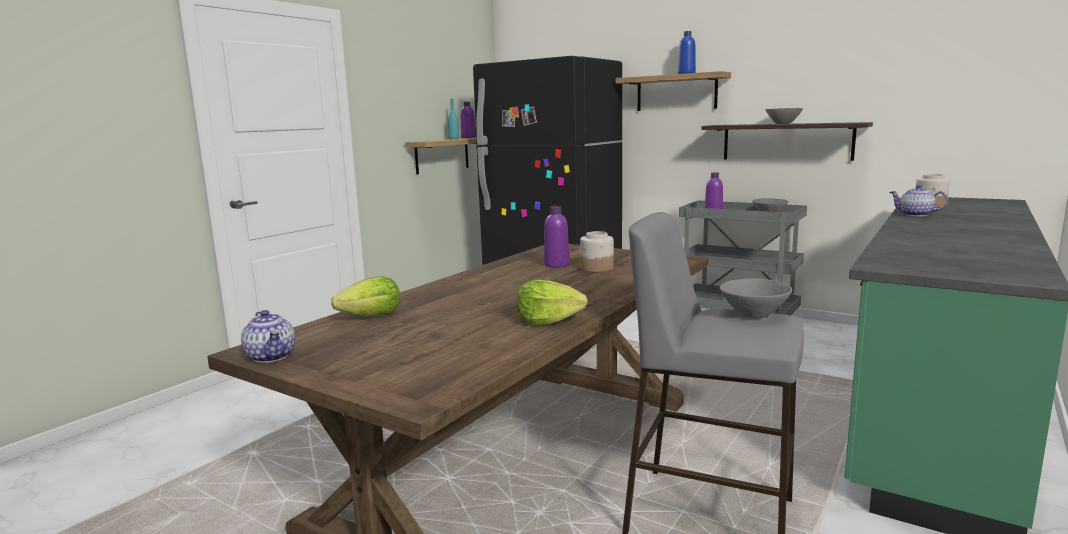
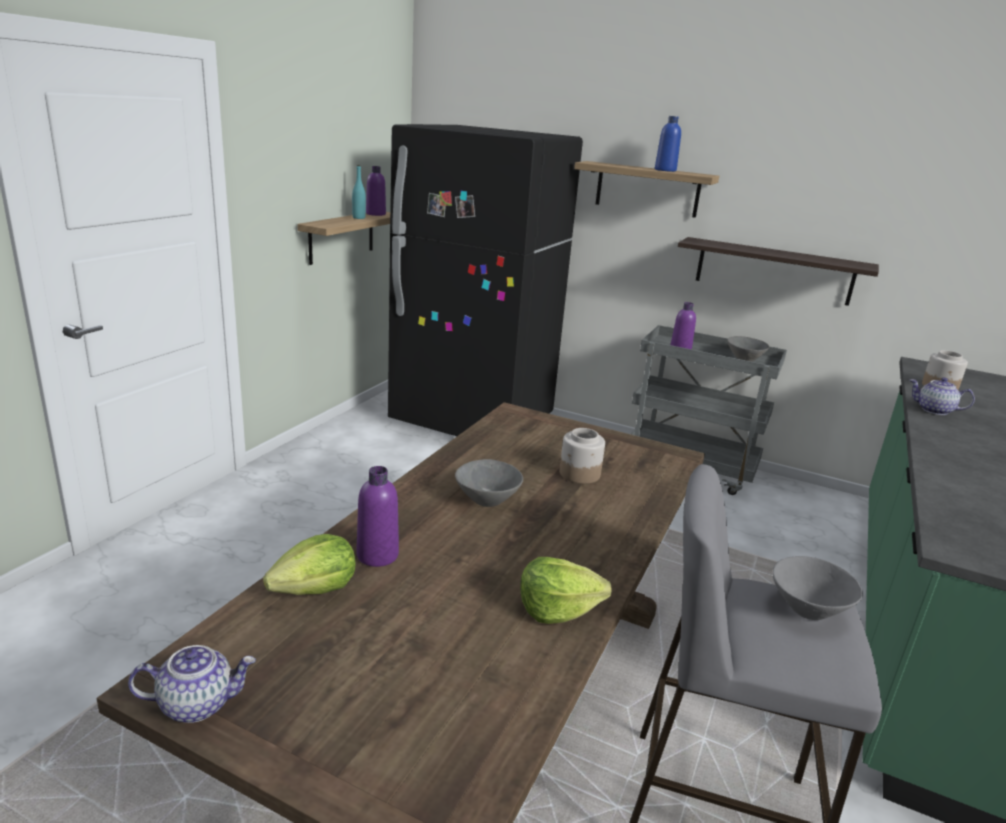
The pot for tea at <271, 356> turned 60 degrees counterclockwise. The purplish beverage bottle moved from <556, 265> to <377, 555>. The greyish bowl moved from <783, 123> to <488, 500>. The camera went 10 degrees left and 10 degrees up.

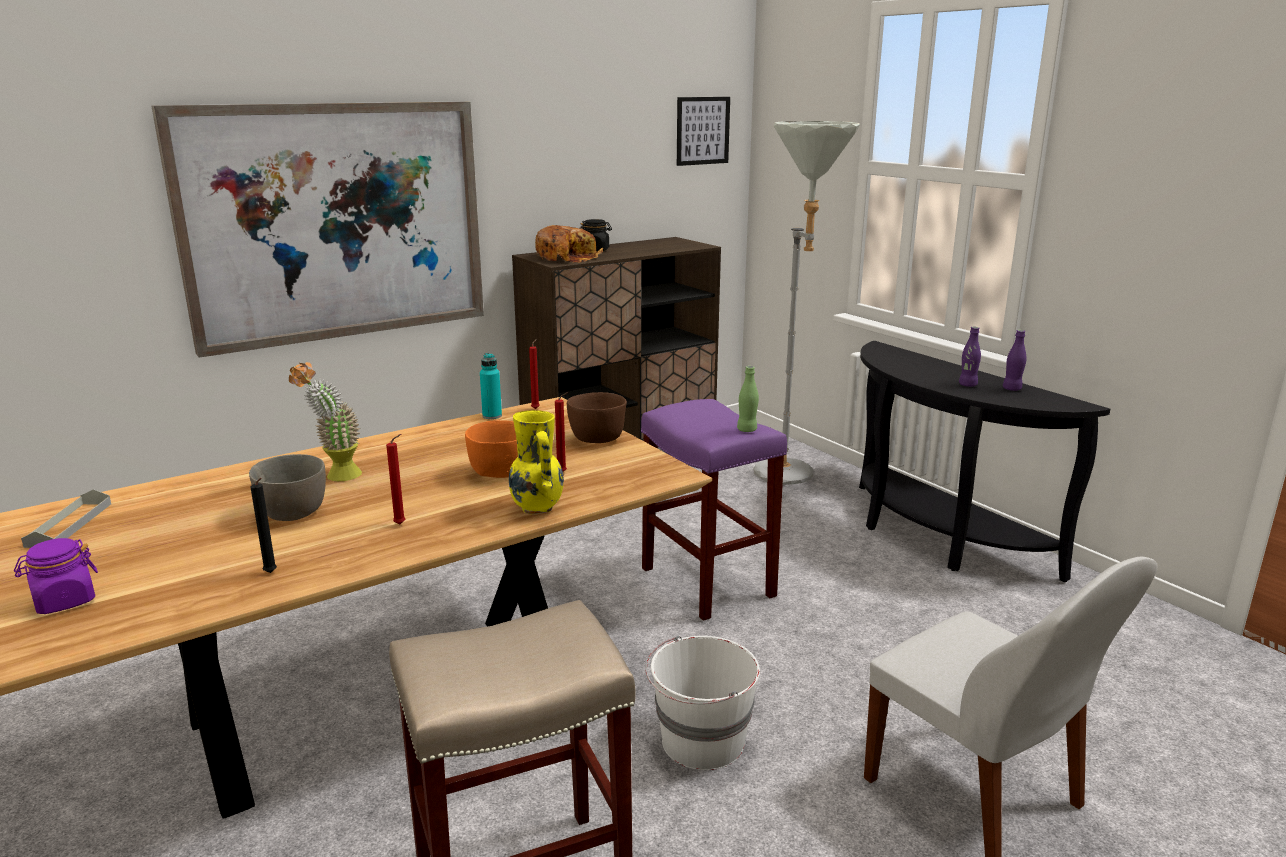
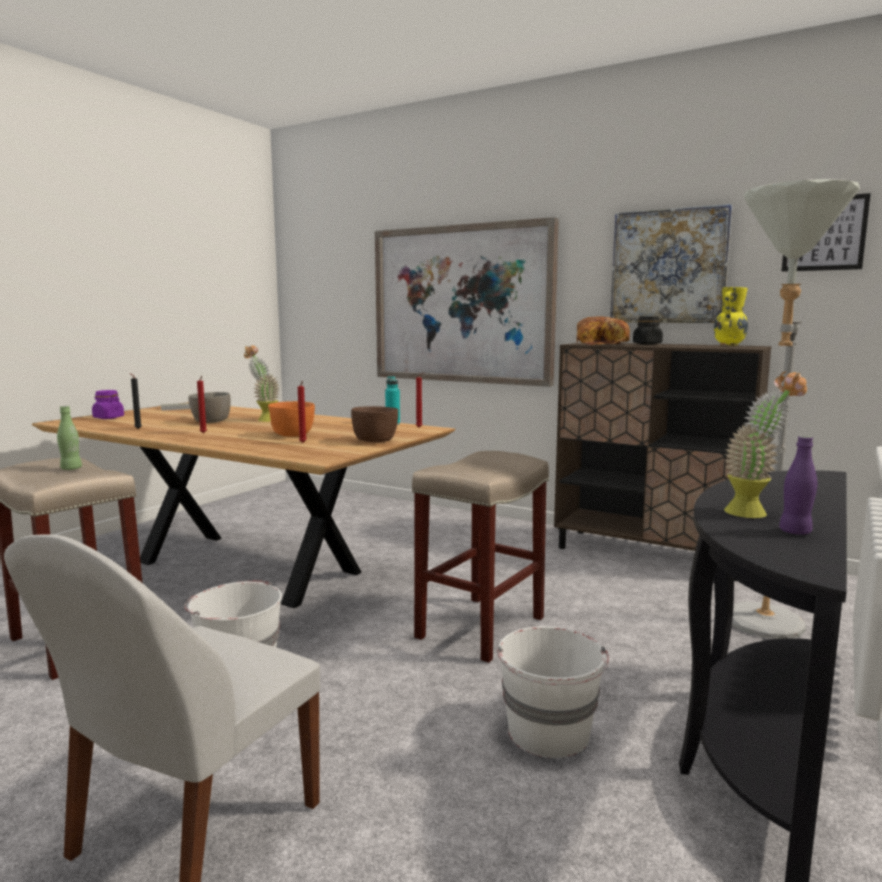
The green-coloured beverage bottle moved from <747, 430> to <71, 469>. The purplish sitting stool at <709, 583> became the sand-coloured sitting stool at <480, 628>. The whitish pail at <549, 733> appeared. The wall art at <668, 266> appeared. The yellow vase moved from <537, 508> to <729, 345>. The purplish beverage bottle at <967, 385> was replaced by the houseplant at <755, 512>. The camera went 65 degrees right and 10 degrees down.

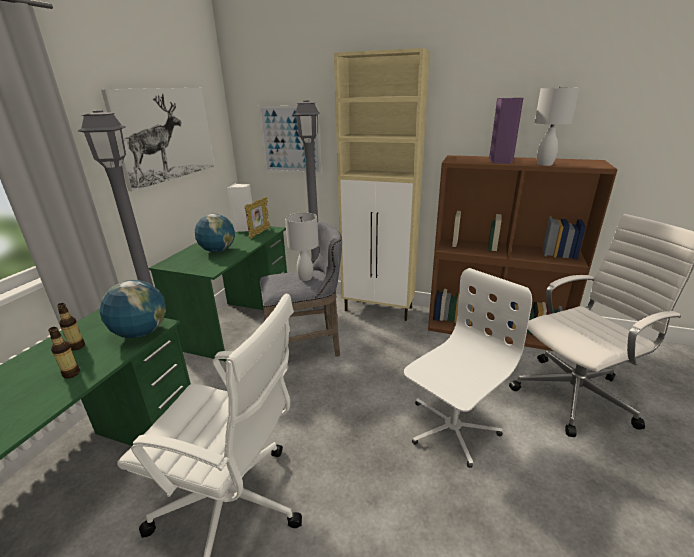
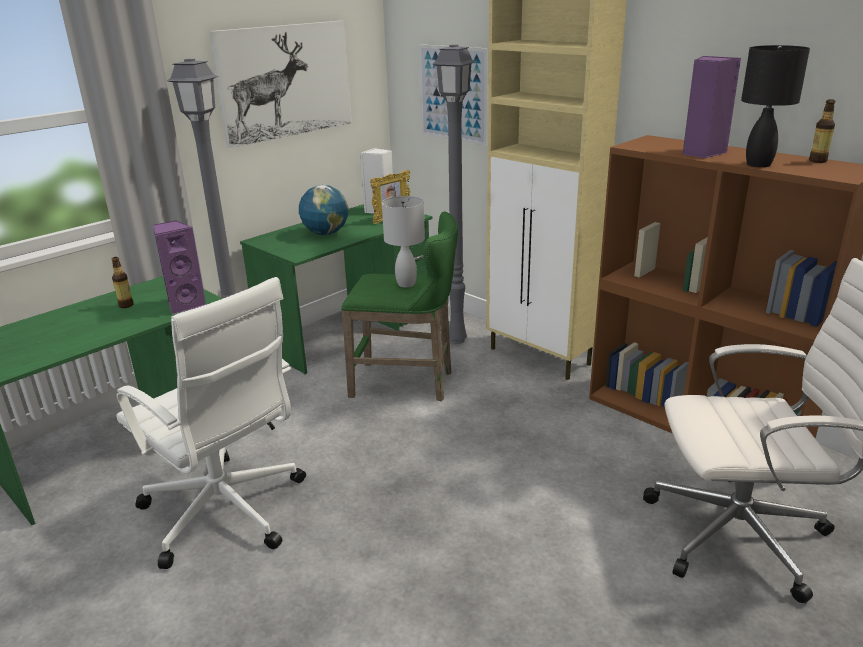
The globe at <141, 333> was replaced by the purplish speaker at <185, 305>. The greyish sitting stool at <307, 349> became the green-coloured sitting stool at <408, 383>. The whitish tabletop lamp at <544, 164> became the blackish tabletop lamp at <757, 164>. The beverage bottle moved from <71, 374> to <817, 161>. The whitish desk chair at <451, 428> disappeared. The camera went 25 degrees right and 0 degrees up.

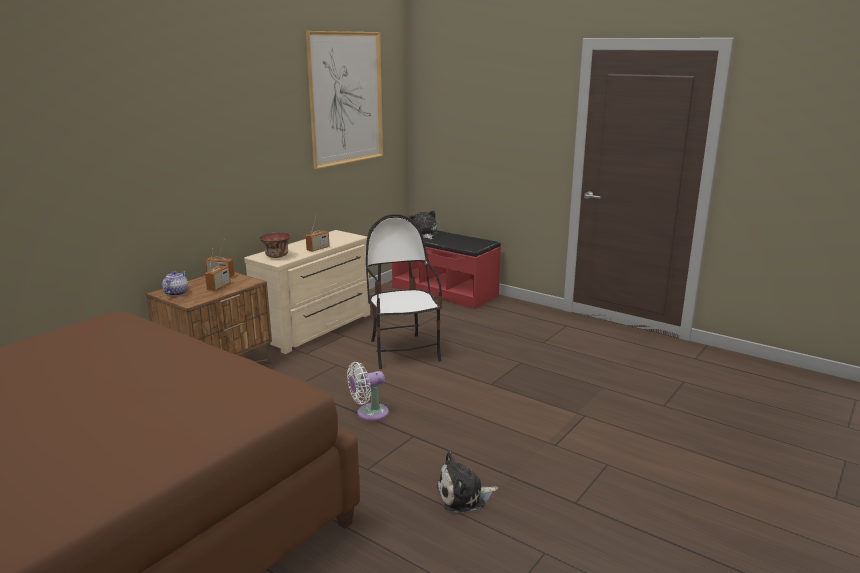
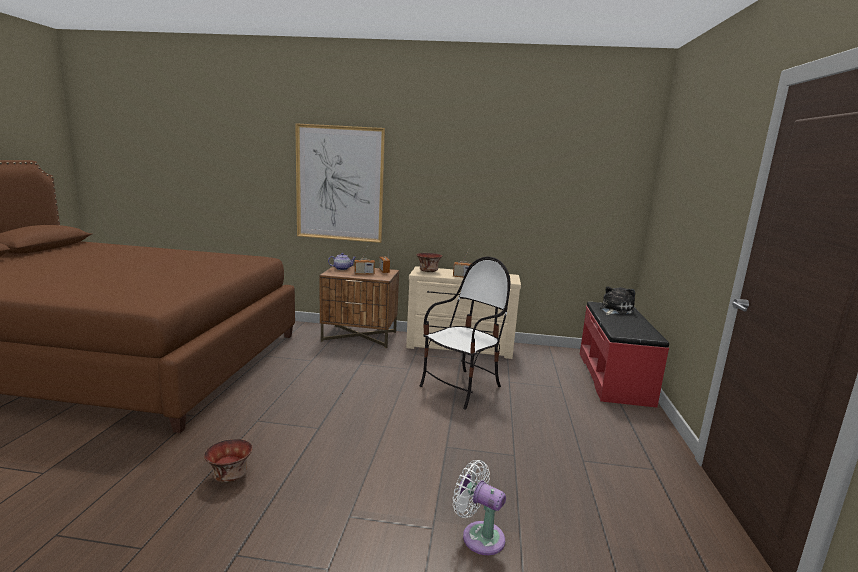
The soft toy at <464, 496> was replaced by the bowl at <229, 476>. The wall art moved from <346, 98> to <340, 184>. The whitish fan moved from <369, 413> to <479, 536>. The camera went 60 degrees right and 5 degrees down.

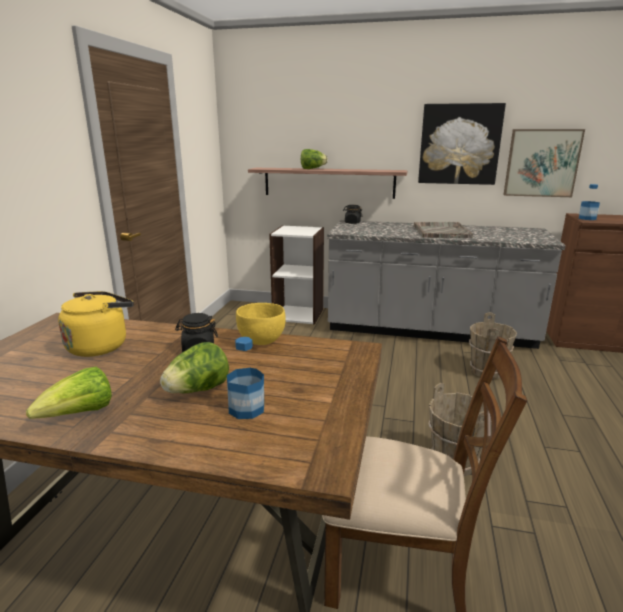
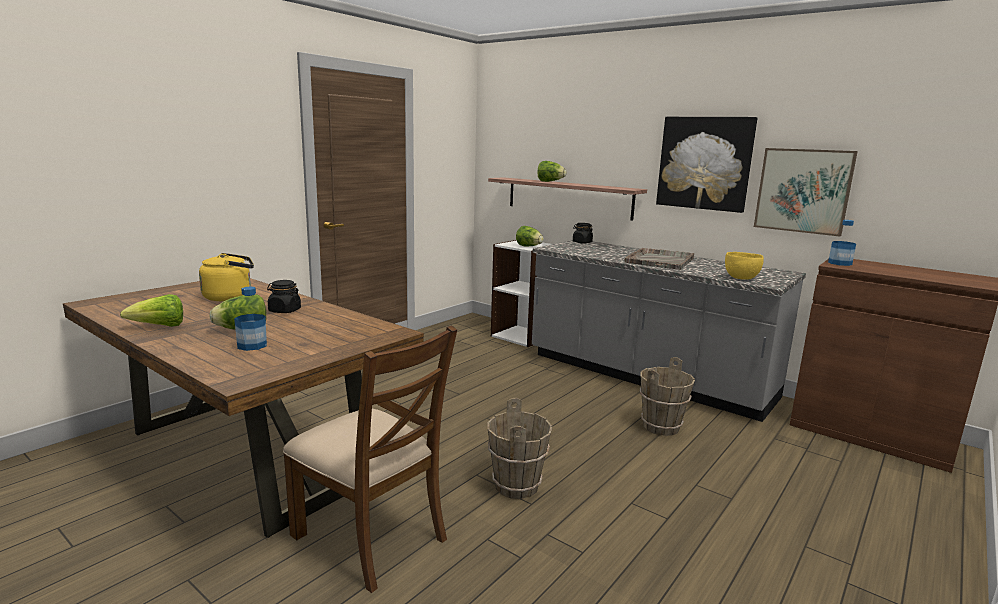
The lettuce at <529, 246> appeared. The yellow bowl moved from <262, 341> to <741, 278>. The camera went 25 degrees right and 5 degrees down.

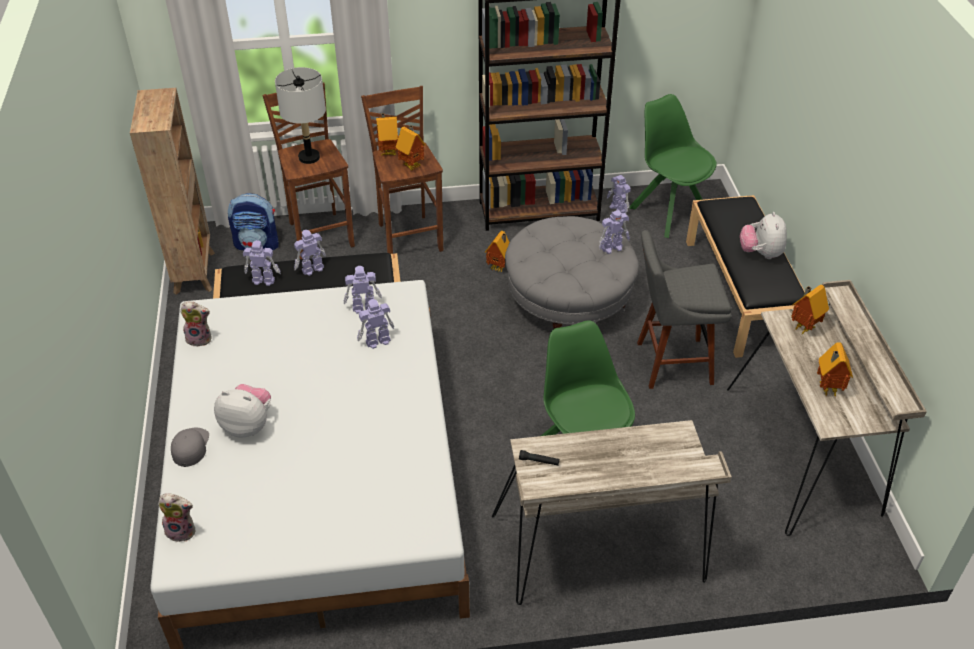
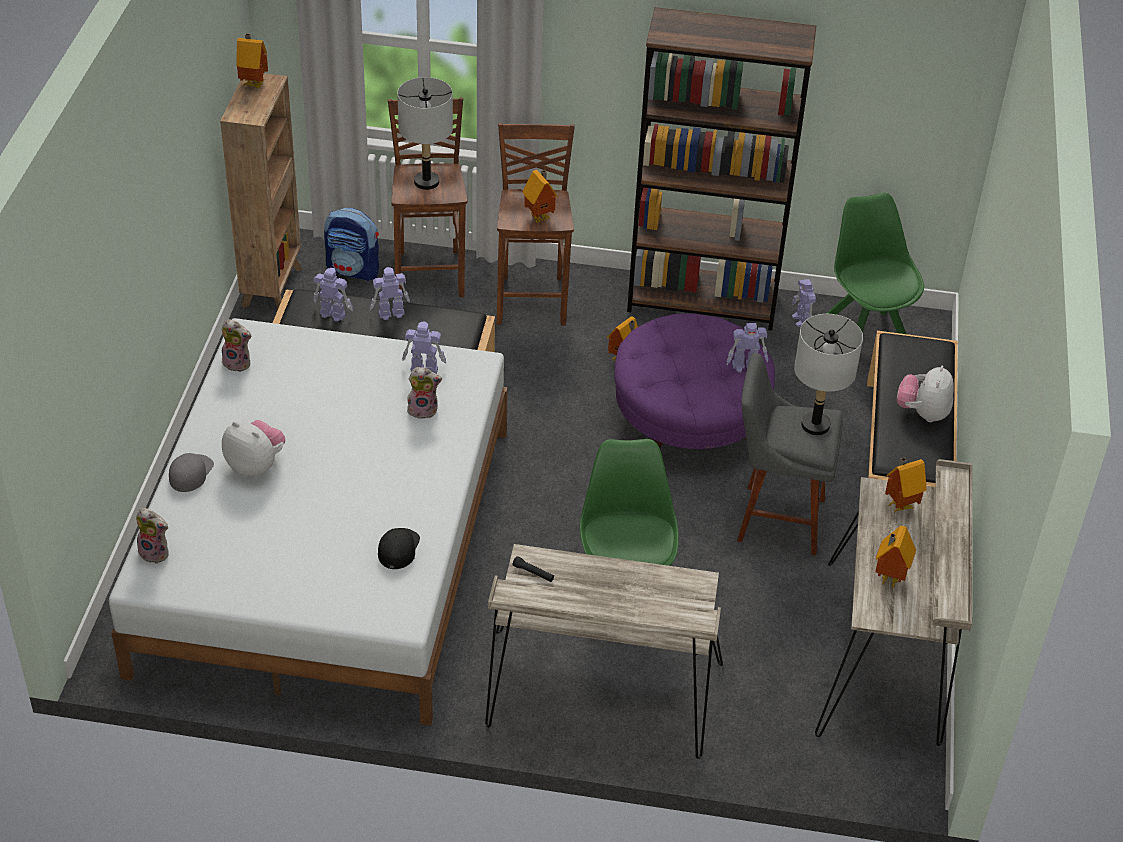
The model house moved from <388, 152> to <254, 83>. The blackish baseball cap at <398, 548> appeared. The robot figure at <377, 341> was replaced by the soft toy at <423, 410>. The greyish footrest at <568, 300> became the purplish footrest at <689, 418>. The greyish tabletop lamp at <815, 425> appeared. The camera went 15 degrees right and 0 degrees up.

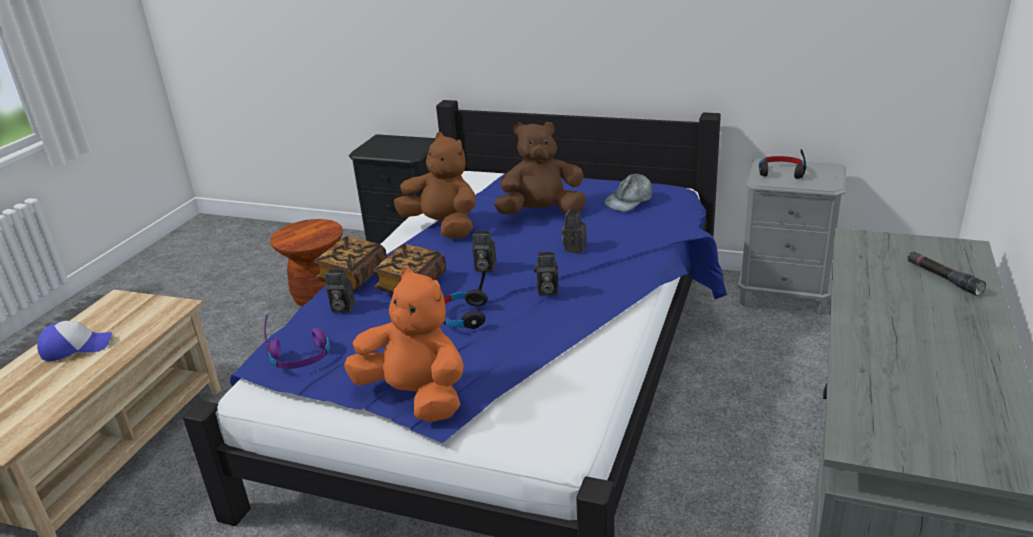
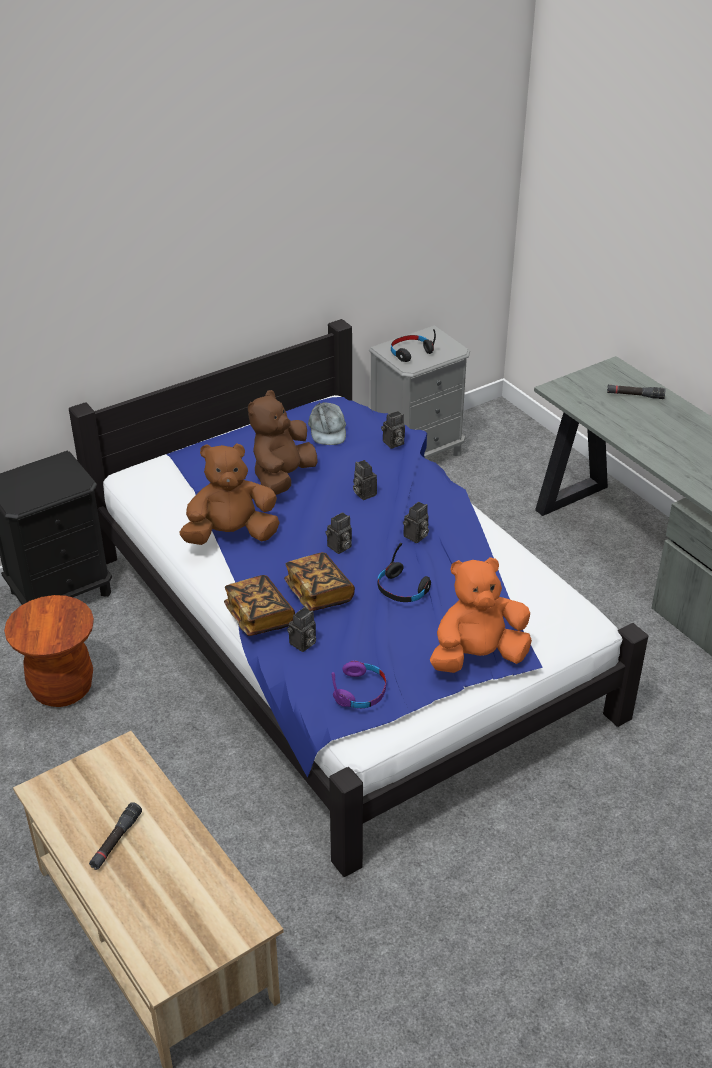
The baseball cap at <76, 347> was replaced by the blackish hand torch at <116, 841>. The still camera at <393, 443> appeared. The camera went 55 degrees left and 10 degrees up.

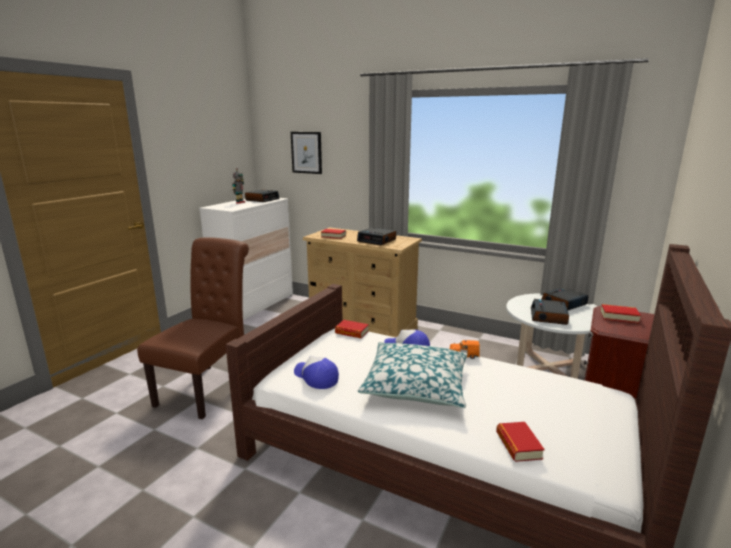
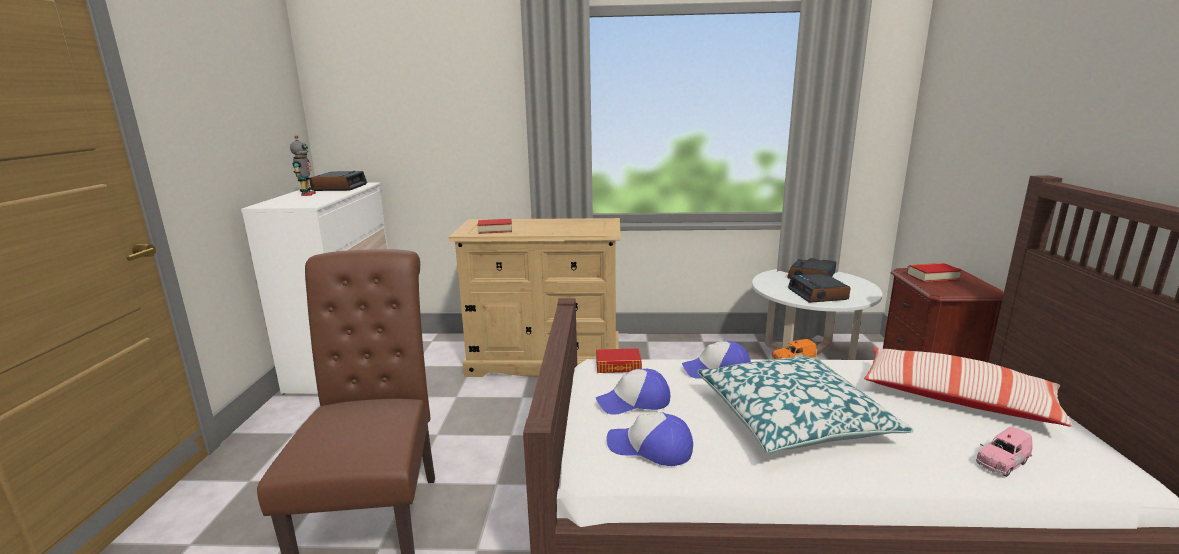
The baseball cap at <634, 402> appeared. The pillow at <956, 399> appeared. The book at <518, 445> was replaced by the pinkish miniature car at <1001, 463>. The wall art at <306, 152> disappeared. The bedside clock at <377, 240> disappeared. The camera went 25 degrees left and 0 degrees up.

